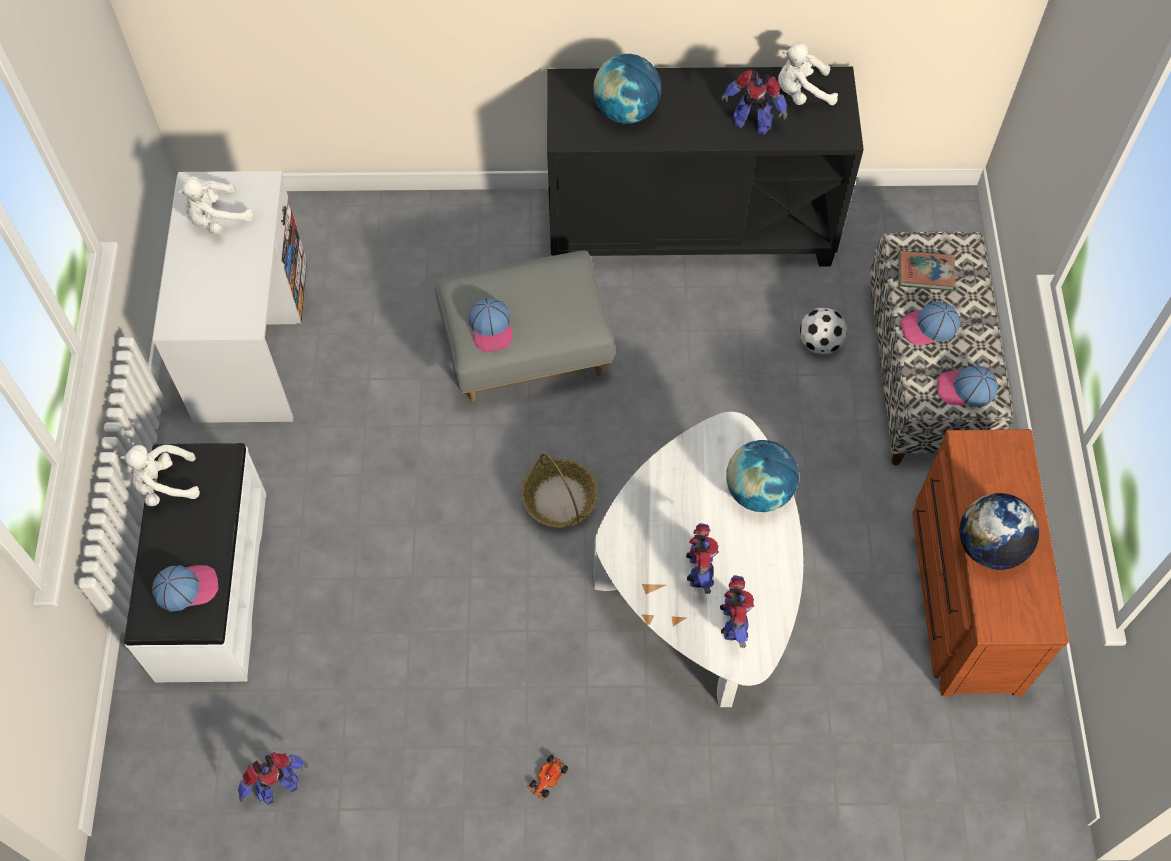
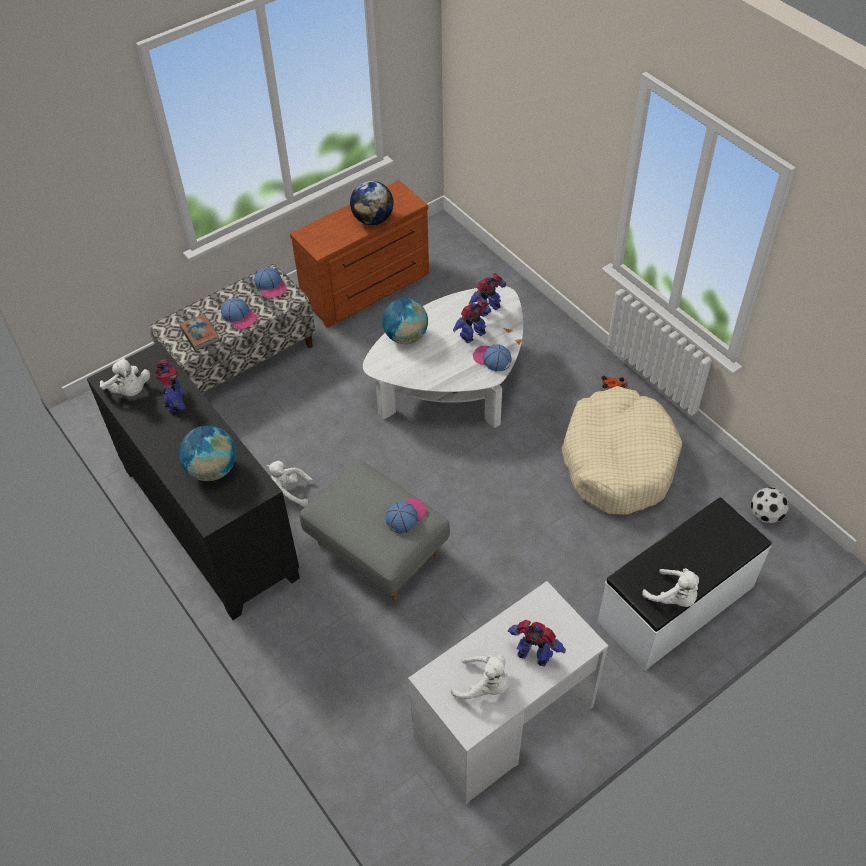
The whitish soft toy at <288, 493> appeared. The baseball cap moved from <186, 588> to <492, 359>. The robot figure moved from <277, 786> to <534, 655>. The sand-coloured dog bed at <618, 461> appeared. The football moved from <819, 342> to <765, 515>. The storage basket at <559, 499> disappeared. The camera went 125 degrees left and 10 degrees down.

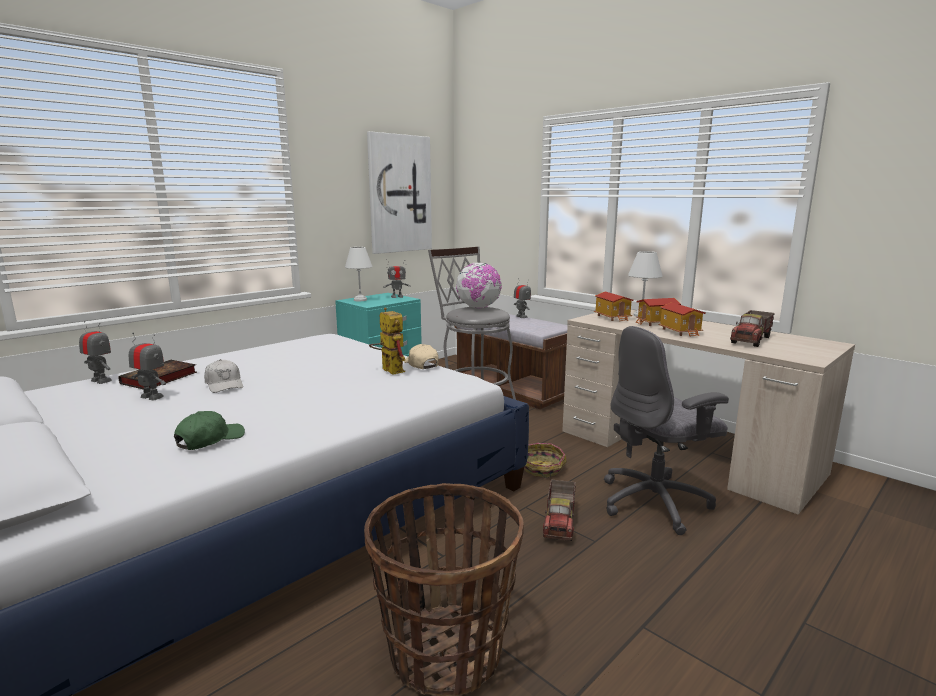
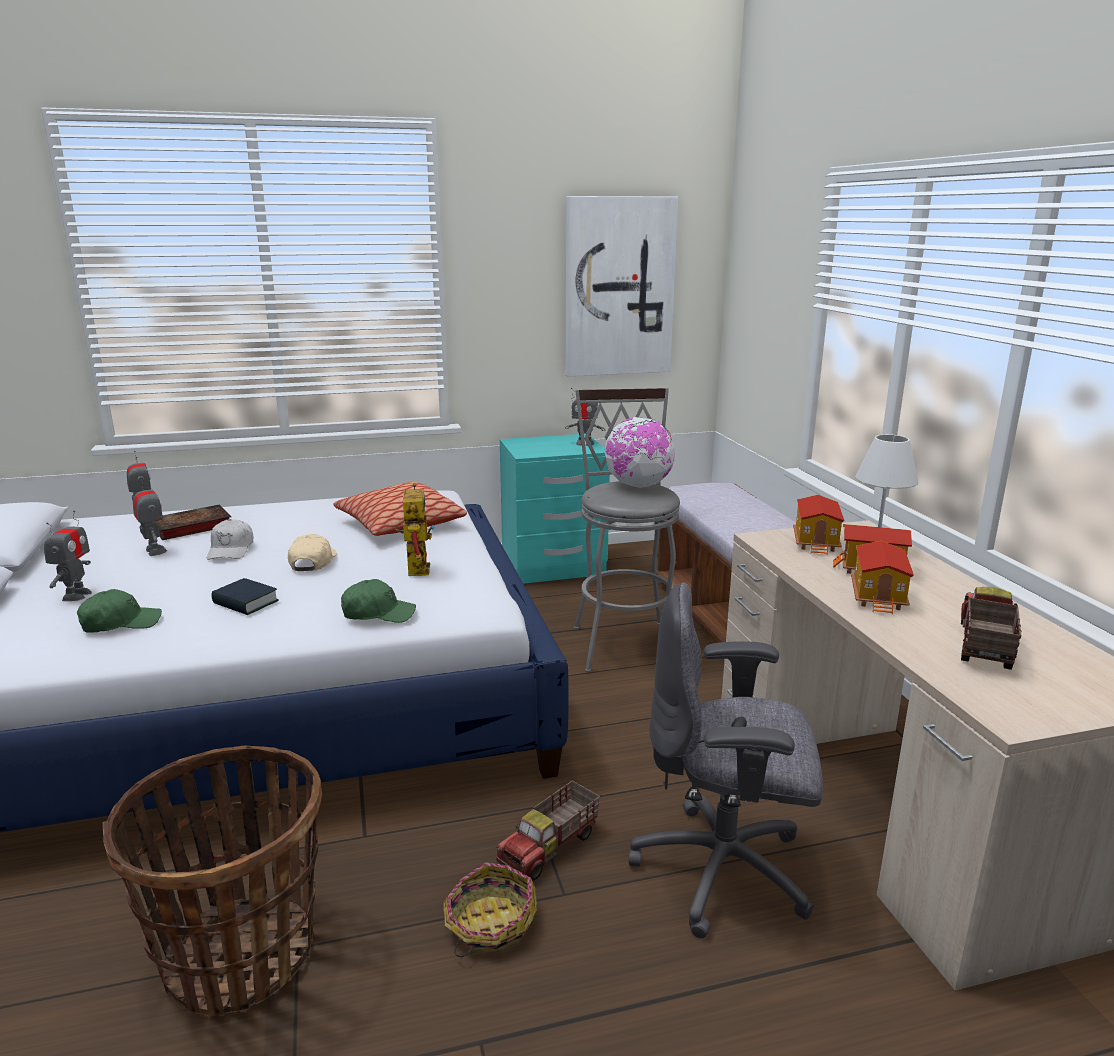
The robot figure moved from <521, 316> to <76, 595>. The book at <245, 602> appeared. The sand-coloured baseball cap moved from <421, 364> to <313, 562>. The pillow at <401, 524> appeared. The green-coloured baseball cap at <378, 613> appeared. The storage basket moved from <541, 469> to <489, 923>. The model truck at <752, 340> turned 135 degrees clockwise. The whitish tabletop lamp at <360, 300> disappeared. The camera went 30 degrees right and 5 degrees up.

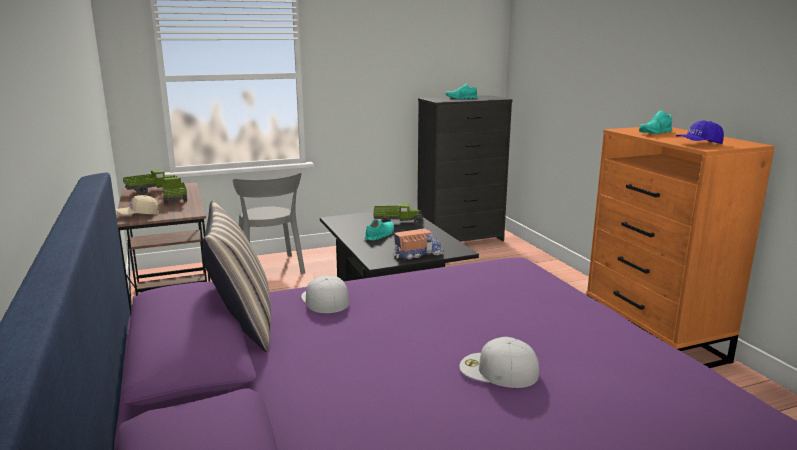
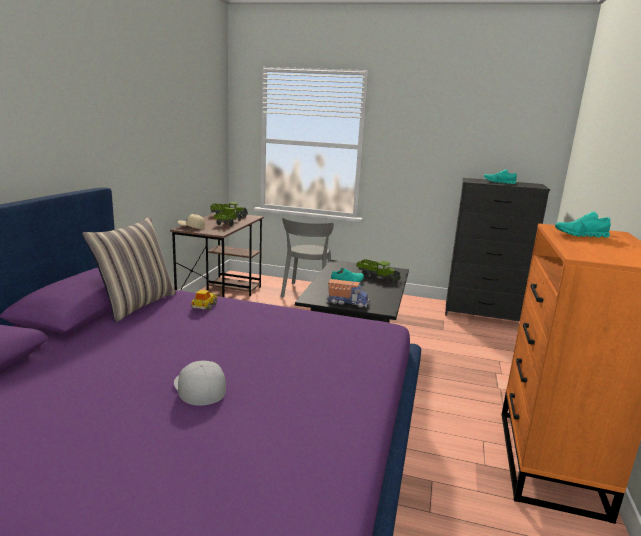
The whitish baseball cap at <324, 300> was replaced by the miniature car at <204, 306>. The blue-coloured baseball cap at <698, 144> disappeared. The camera went 35 degrees right and 0 degrees up.

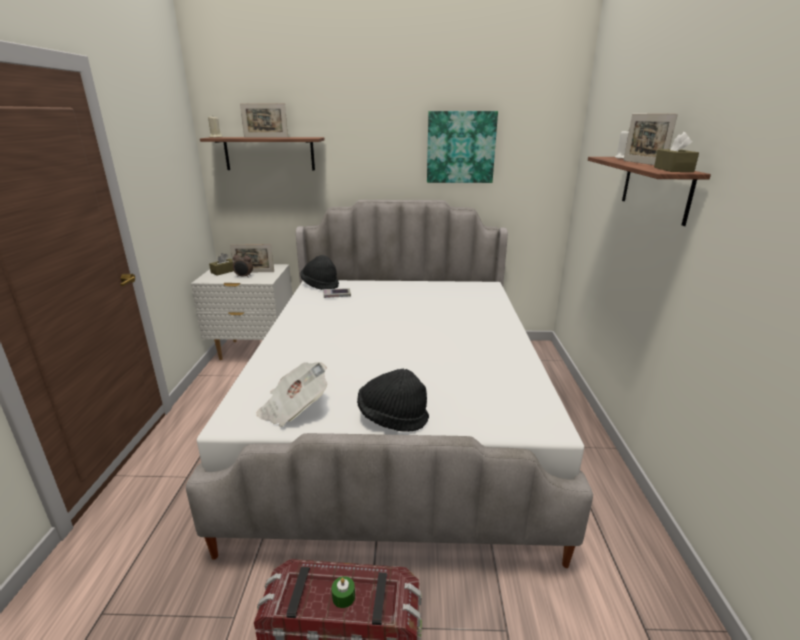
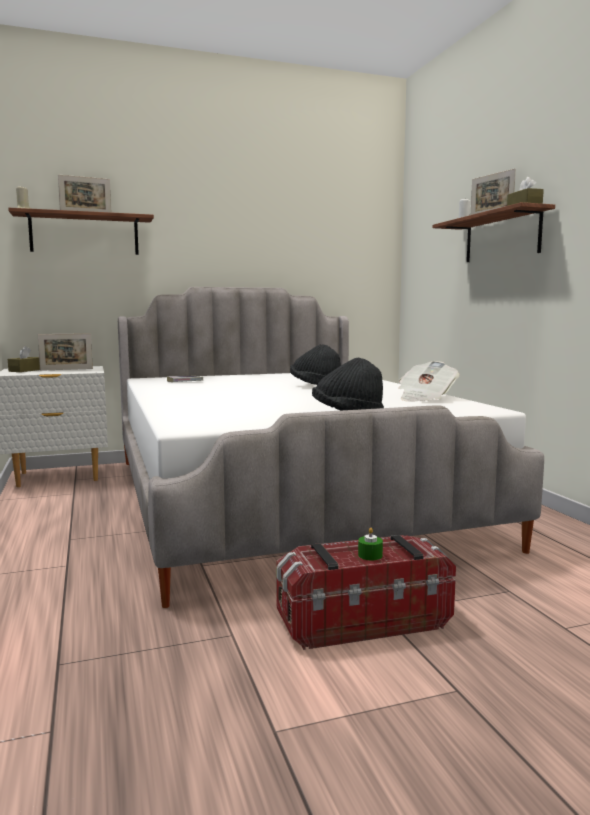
The blackish wearable hat moved from <320, 285> to <315, 386>. The printed paper moved from <294, 409> to <425, 398>. The bedside clock at <244, 277> disappeared. The wall art at <460, 147> disappeared. The camera went 20 degrees left and 15 degrees down.

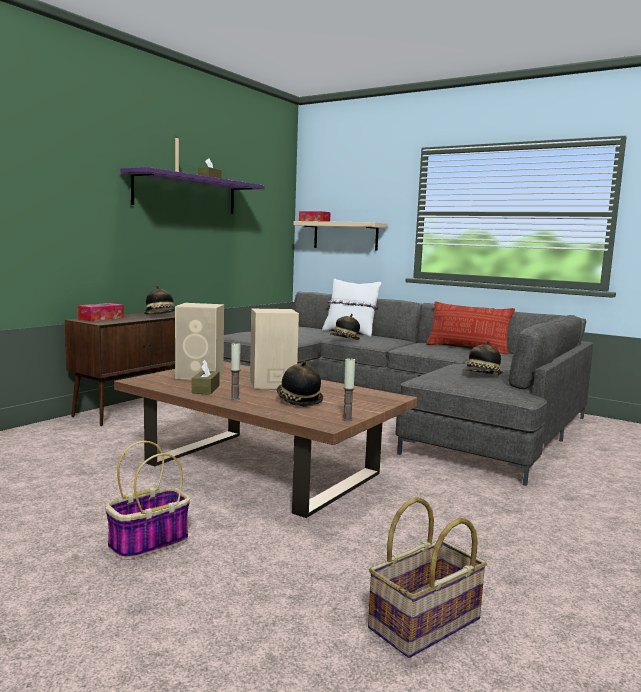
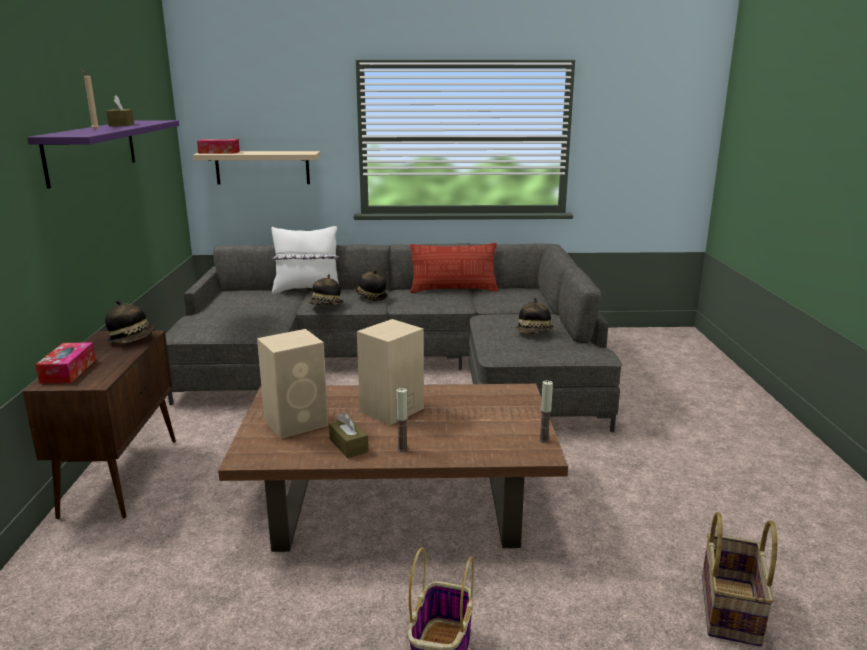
The wearable hat moved from <298, 401> to <370, 297>. The camera went 35 degrees left and 10 degrees up.

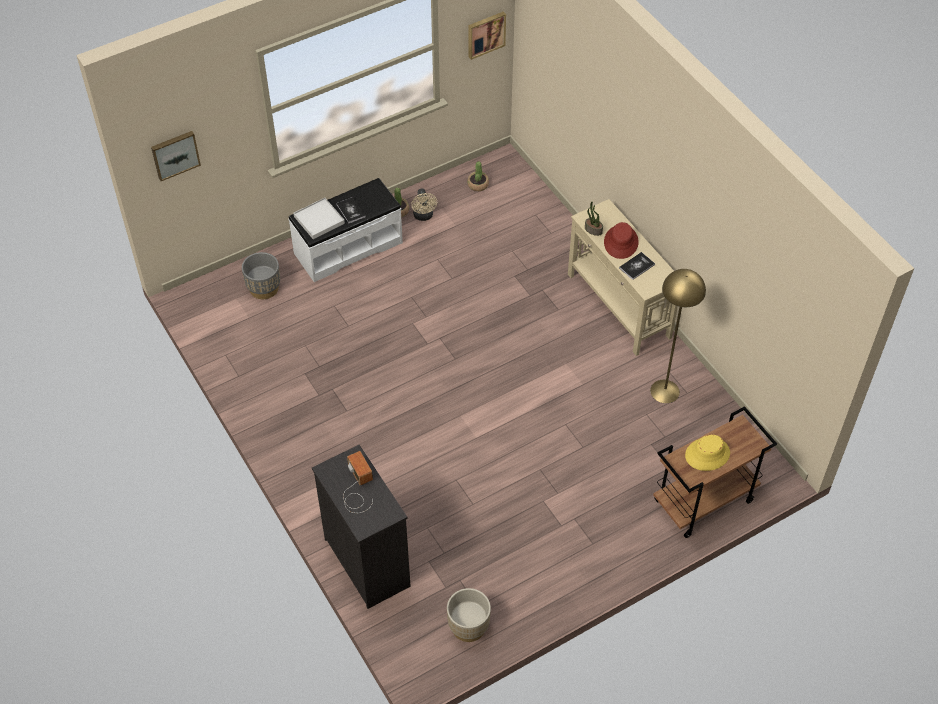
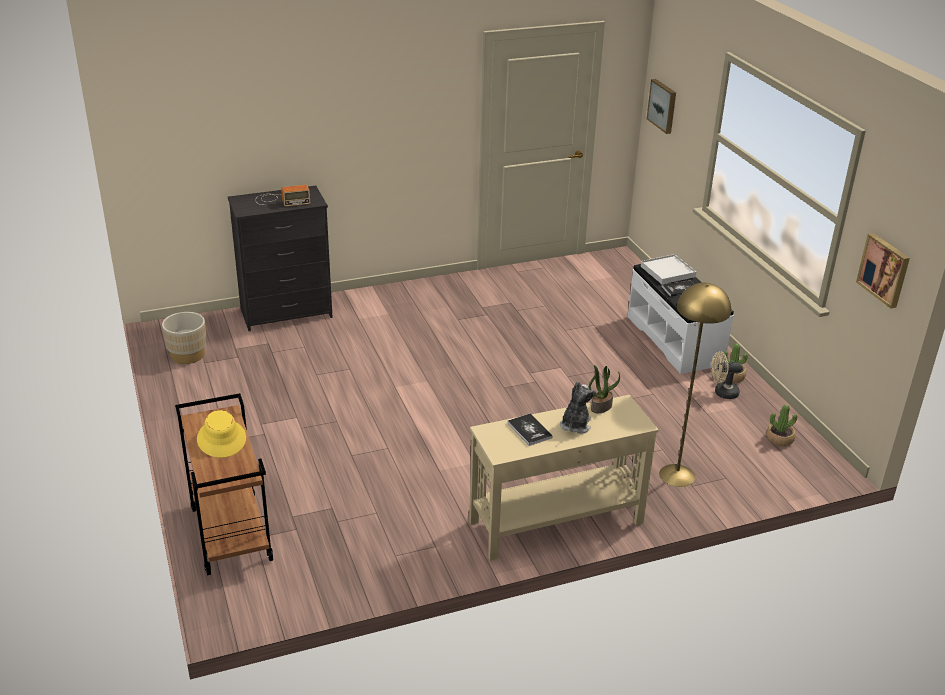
The red wearable hat at <621, 242> was replaced by the soft toy at <575, 425>. The yellow standard lamp moved from <665, 391> to <677, 475>. The greyish flower pot at <264, 288> disappeared. The camera went 100 degrees right and 20 degrees down.

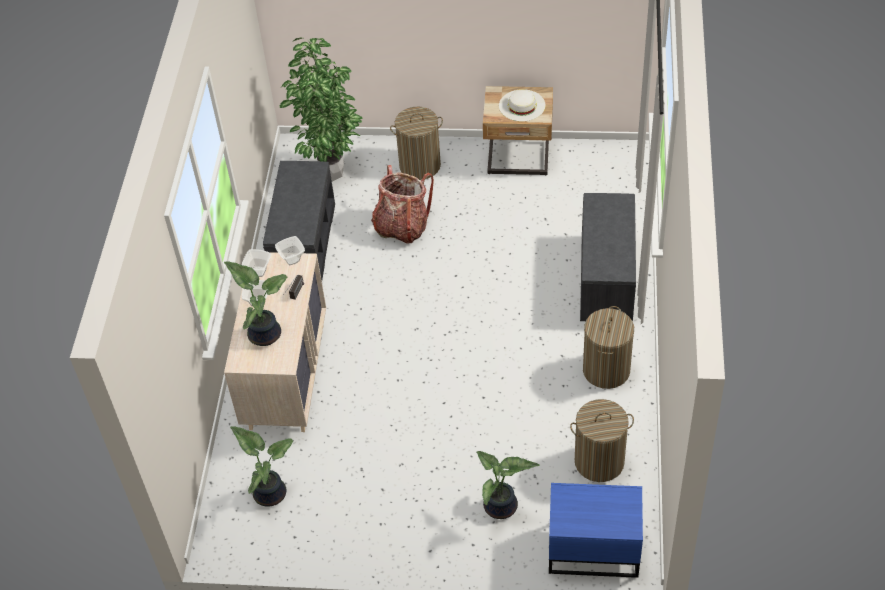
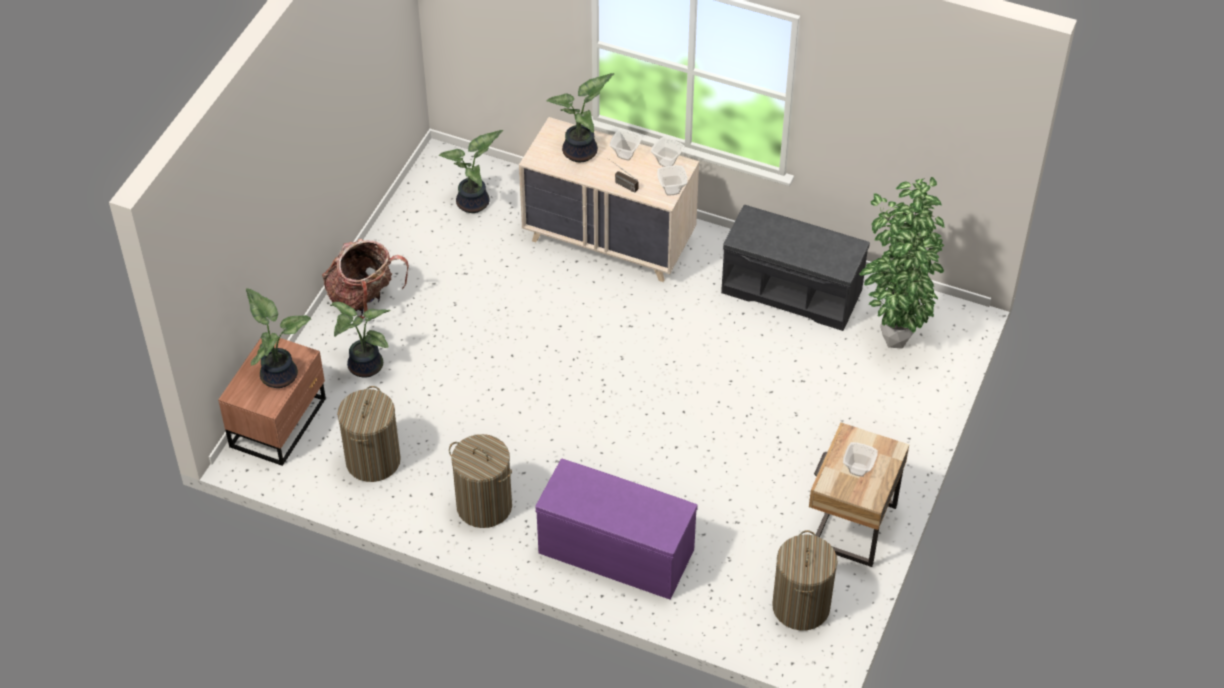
The blue-coloured night table at <592, 548> became the brown-coloured night table at <280, 422>. The houseplant at <280, 374> appeared. The knapsack moved from <402, 226> to <364, 298>. The greyish bench at <607, 278> became the purplish bench at <614, 552>. The laundry basket moved from <419, 165> to <801, 606>. The whitish wearable hat at <522, 105> was replaced by the bowl at <857, 470>. The camera went 105 degrees right and 0 degrees up.

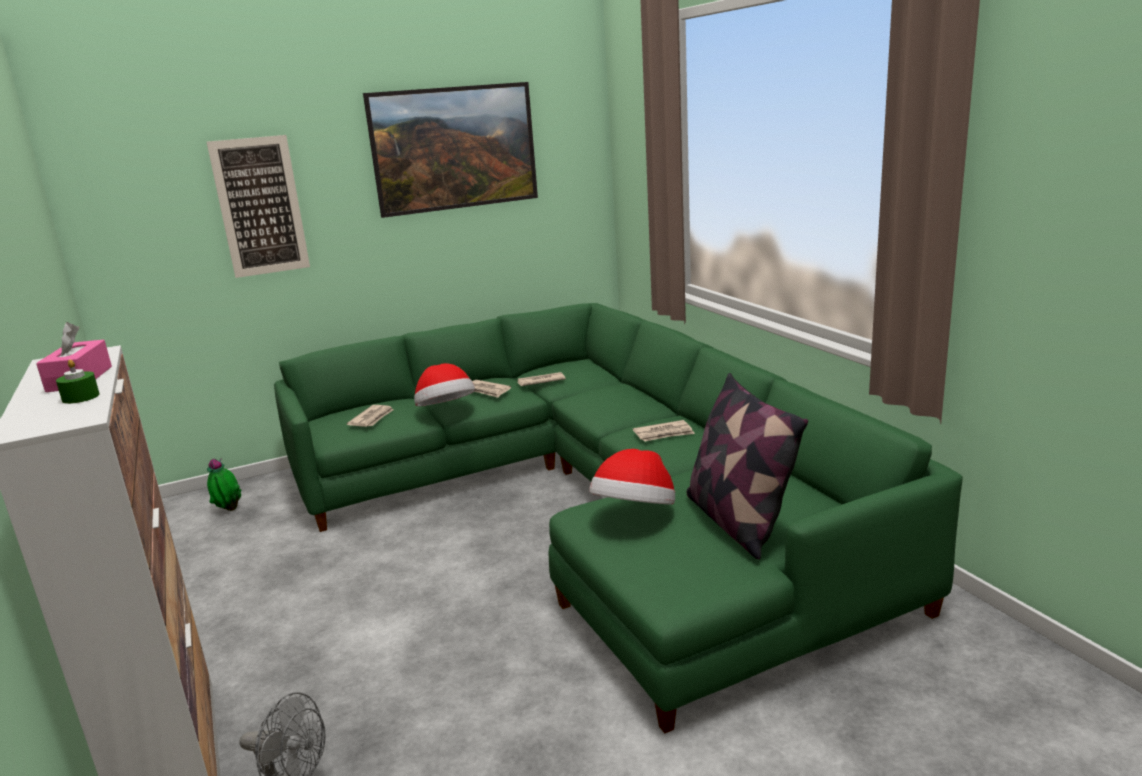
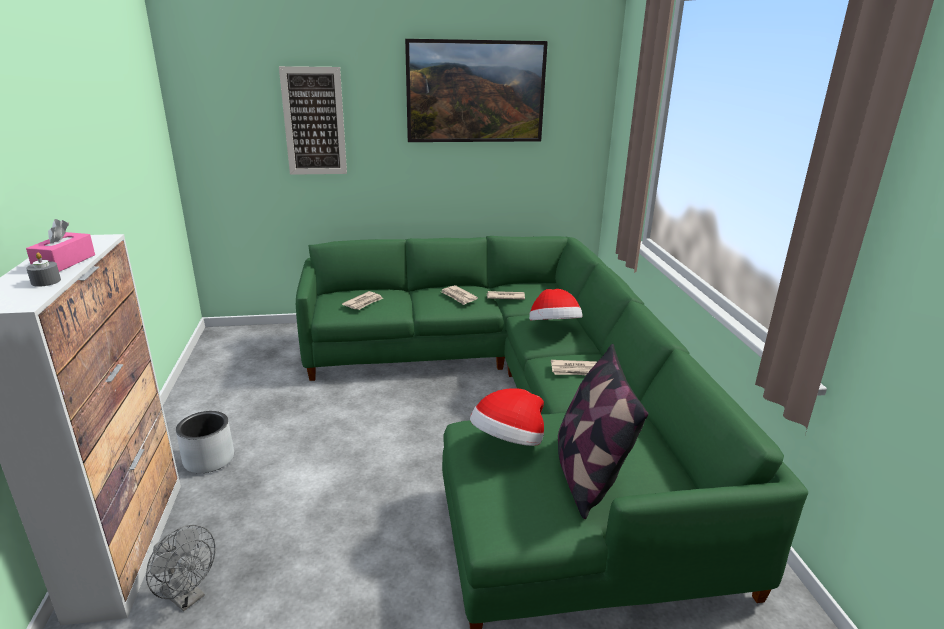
The green-coloured wax candle at <81, 397> became the greyish wax candle at <46, 281>. The greyish flower pot at <209, 459> appeared. The wearable hat moved from <446, 410> to <553, 328>. The houseplant at <229, 510> disappeared. The camera went 15 degrees right and 5 degrees up.

